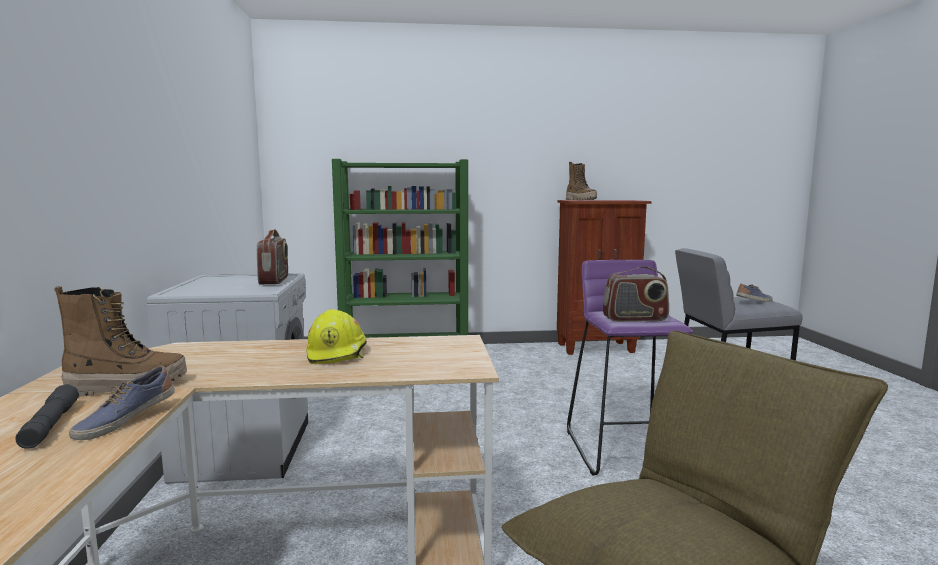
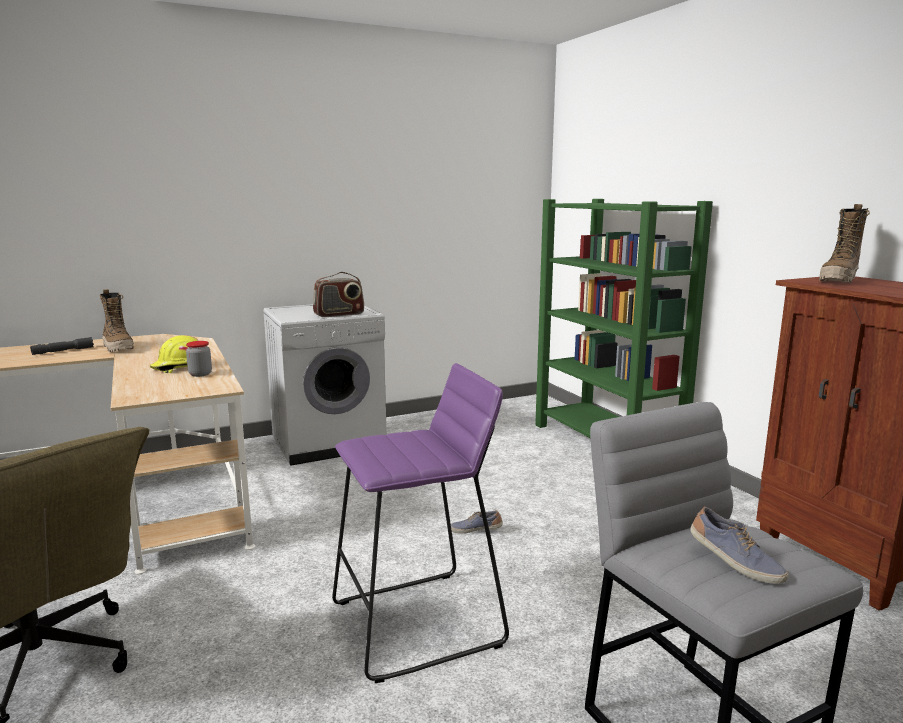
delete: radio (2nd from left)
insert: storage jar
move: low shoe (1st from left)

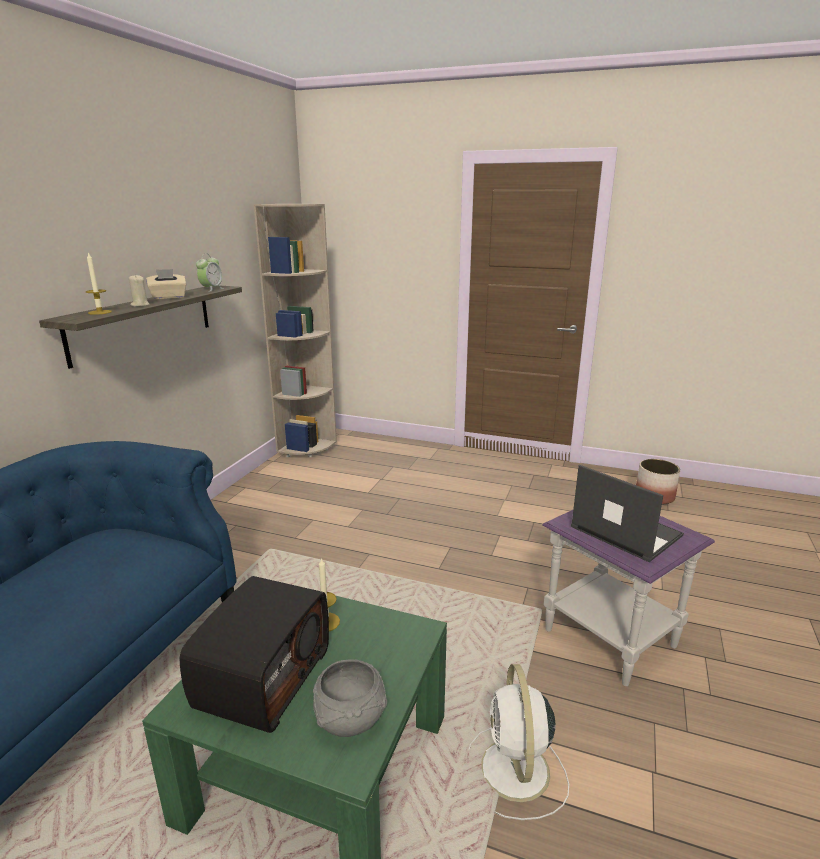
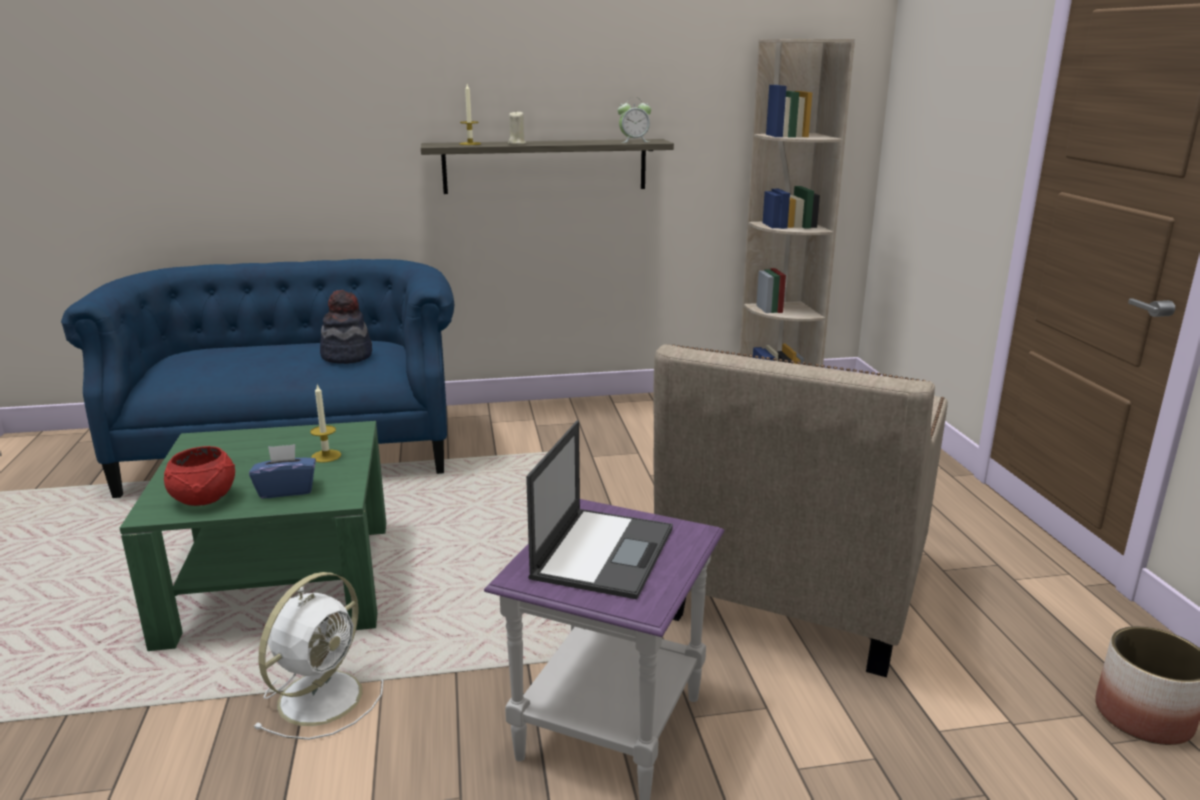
delete: sand-coloured tissue holder; radio
insert: bluish tissue holder; hat; sand-coloured lounge chair
recolor: gray deep dish to red-coloured deep dish
rotate: white electric fan 150 degrees clockwise

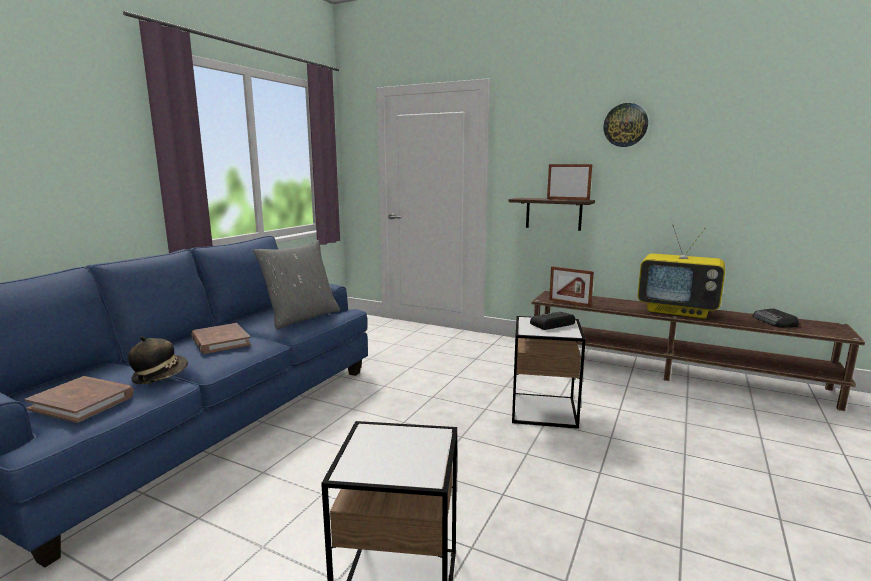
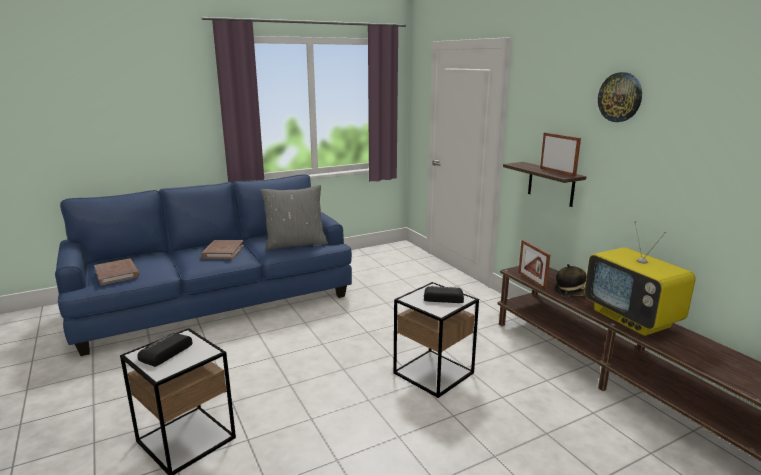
move: hat; radio (2nd from left in the first image) to radio (1st from left)

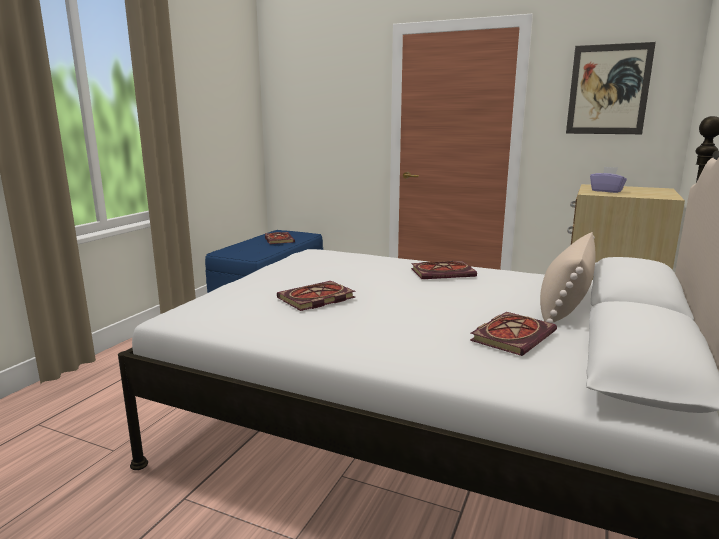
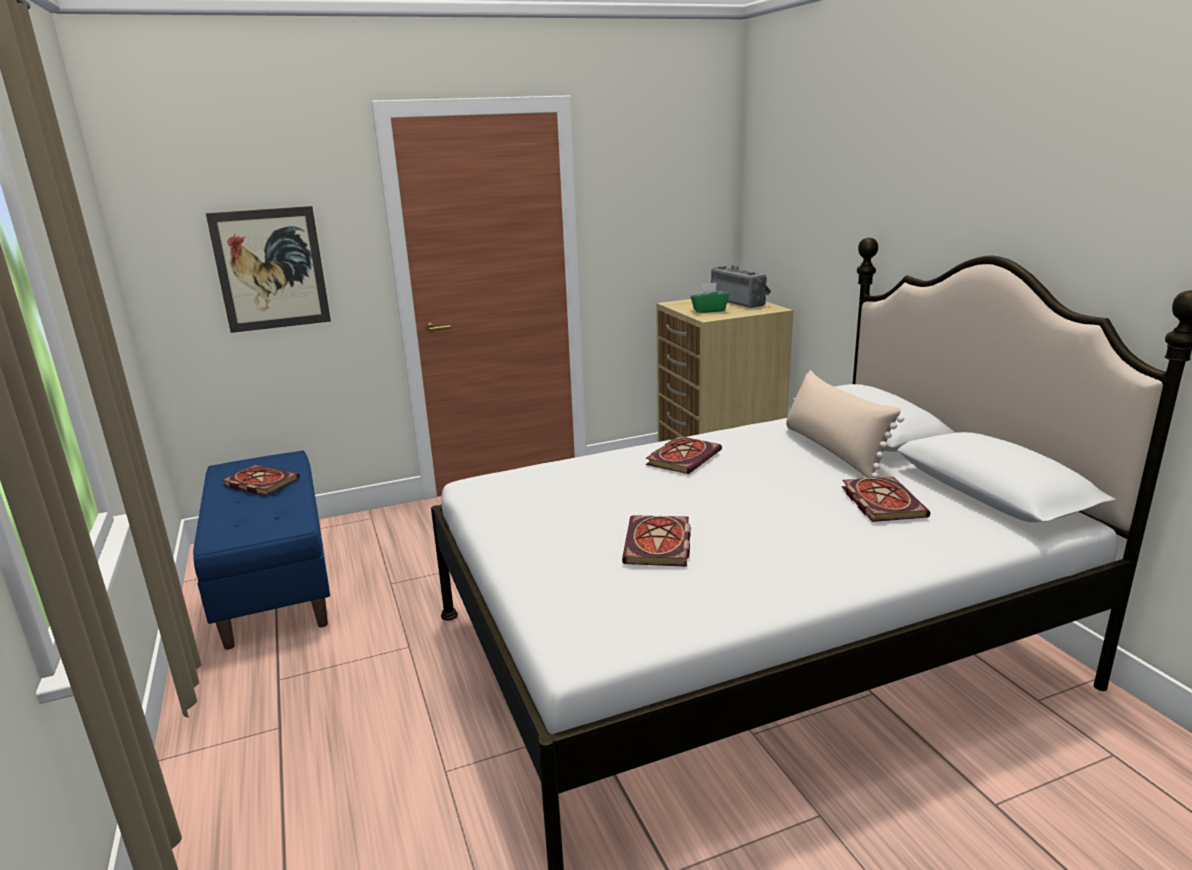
insert: radio
move: wall picture
recolor: purple-coloured tissue holder to green-coloured tissue holder

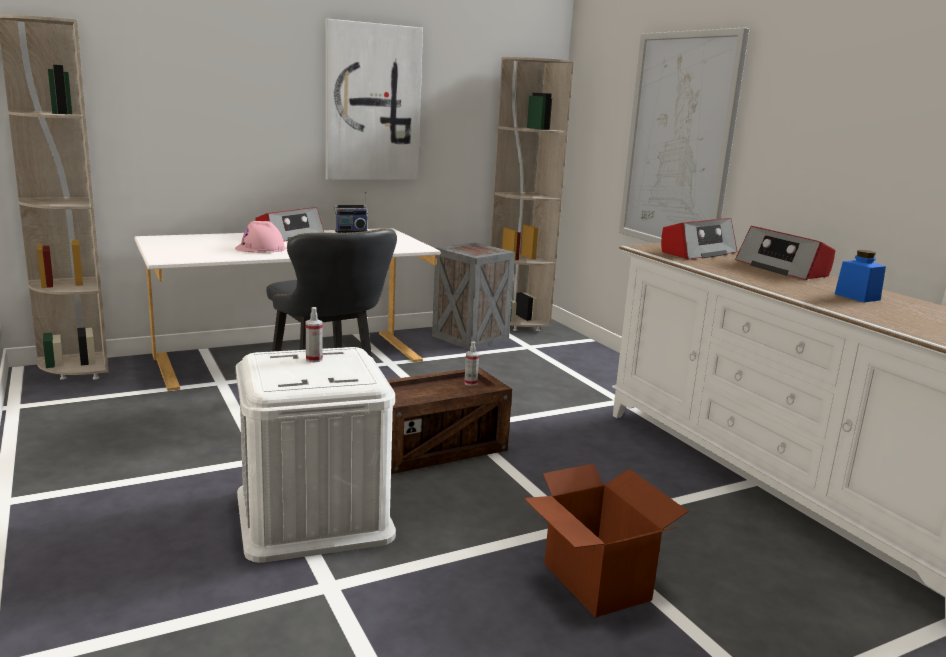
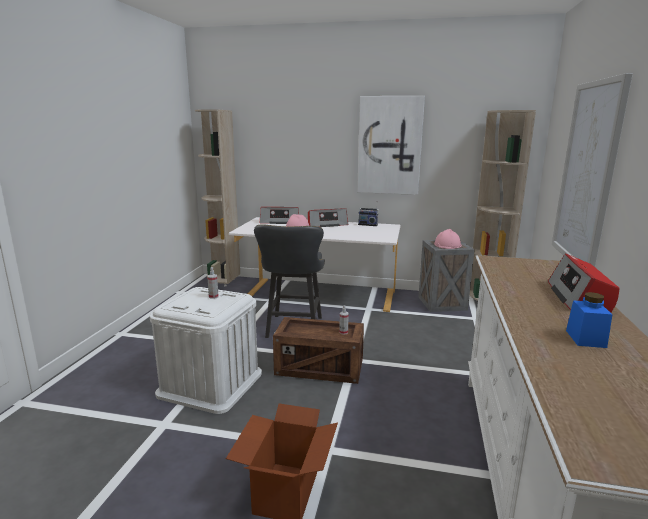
insert: pink-coloured safety helmet (2nd from left)
move: radio (3rd from left in the first image) to radio (1st from left)

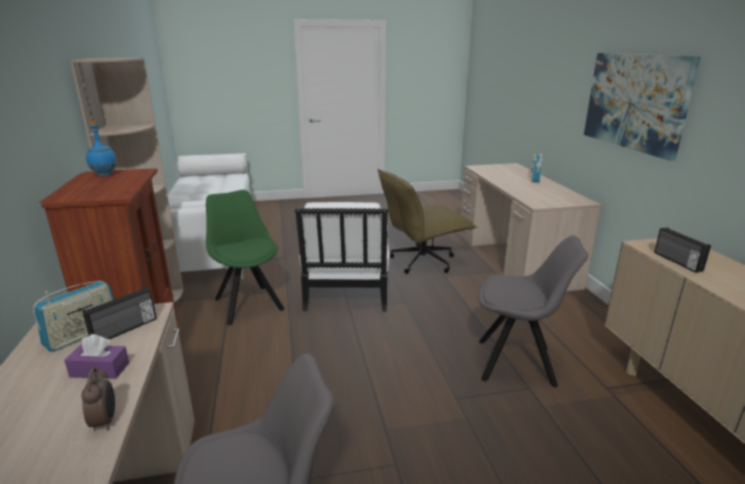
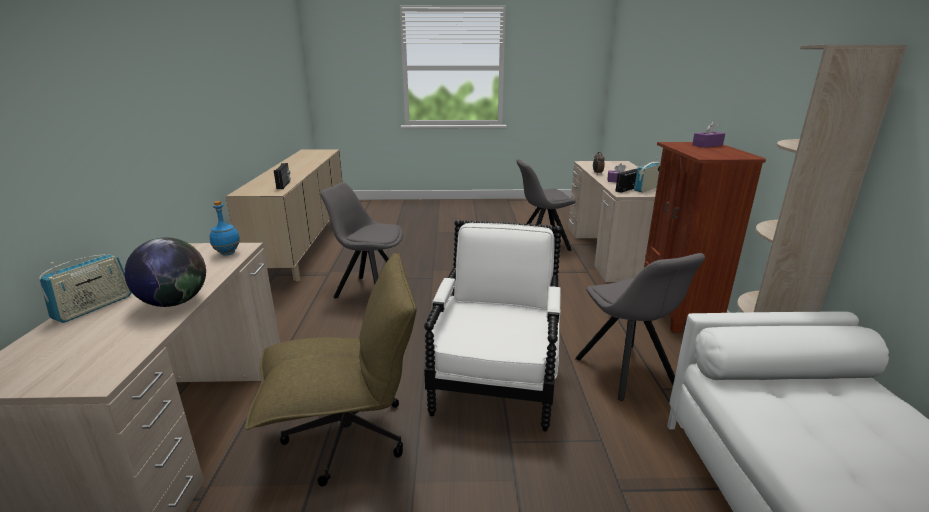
delete: wall picture
insert: globe; purple-coloured tissue holder (2nd from left)
move: bluish drink bottle
recolor: green-coloured plain chair to gray plain chair (3rd from left)

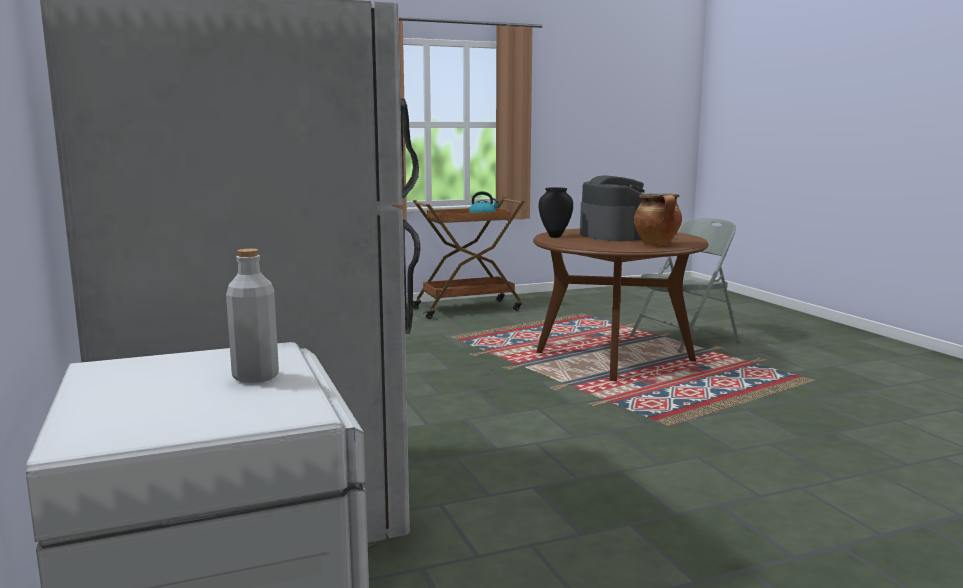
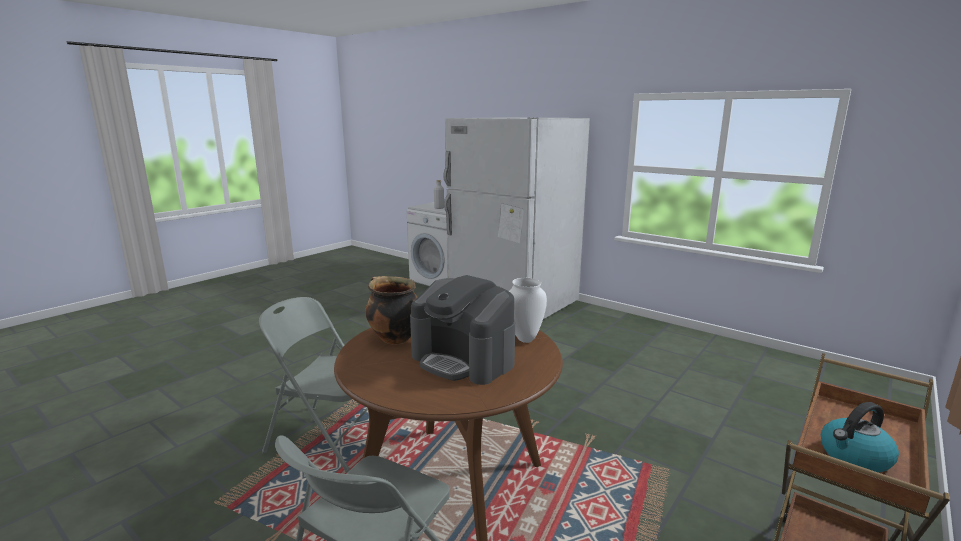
insert: gray plain chair (1st from left)
recolor: black-coloured vase to white vase

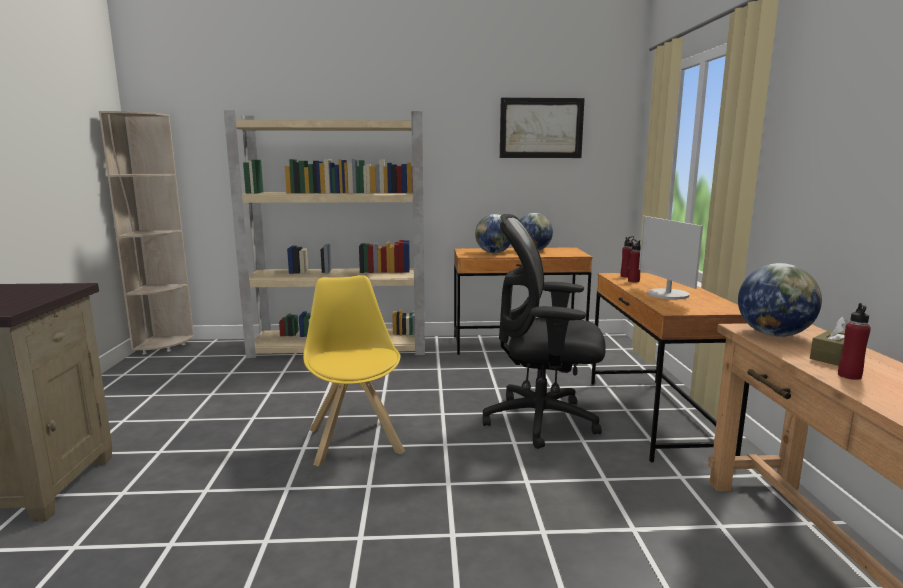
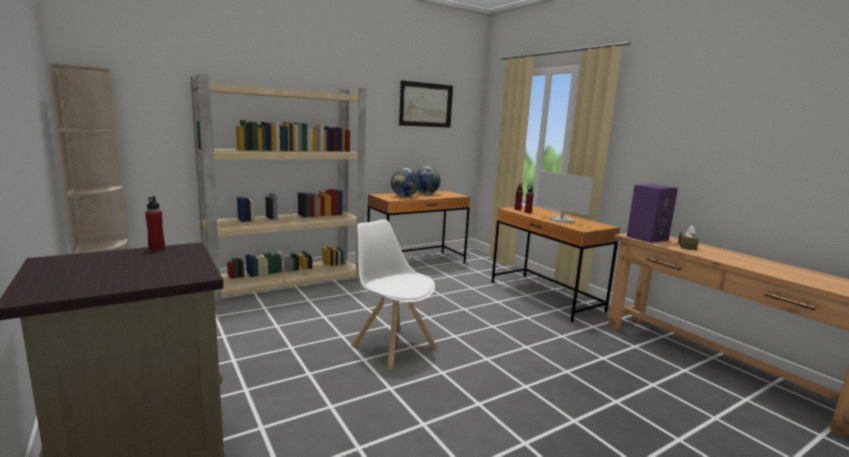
delete: black-coloured desk chair
move: red-coloured drink bottle (3rd from left in the first image) to red-coloured drink bottle (1st from left)
replace: globe (3rd from left) to purple-coloured speaker
recolor: yellow plain chair to white plain chair

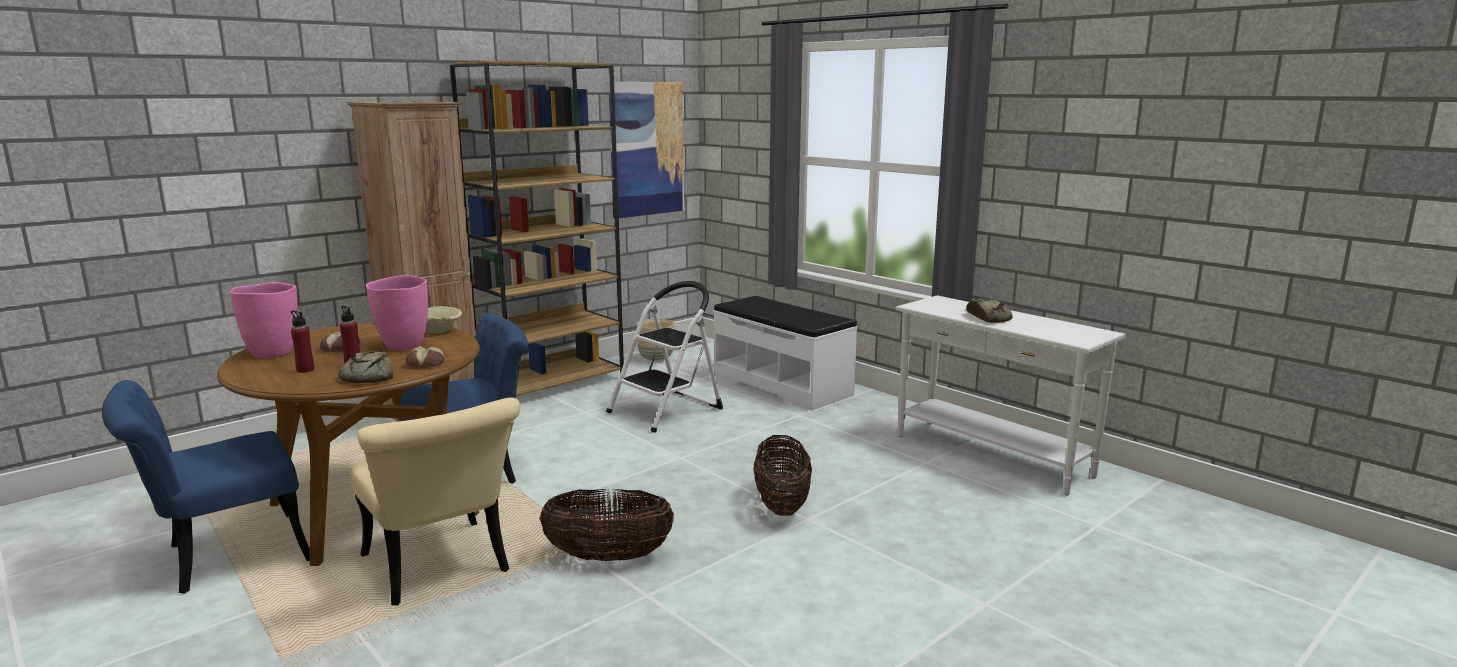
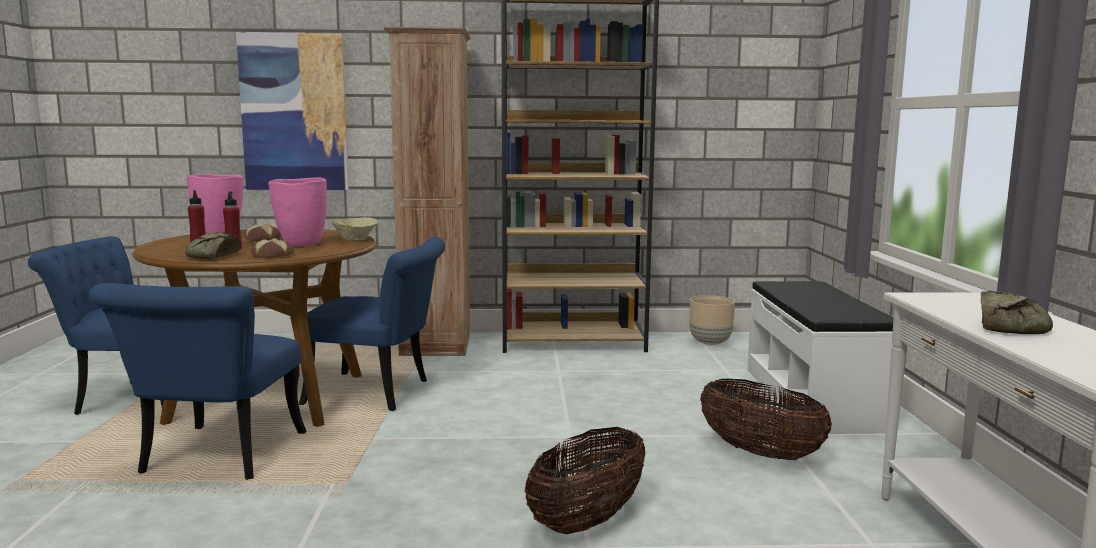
delete: step stool
move: household basket (1st from left in the first image) to household basket (2nd from left); wall picture
recolor: sand-coloured plain chair to bluish plain chair (2nd from left)

